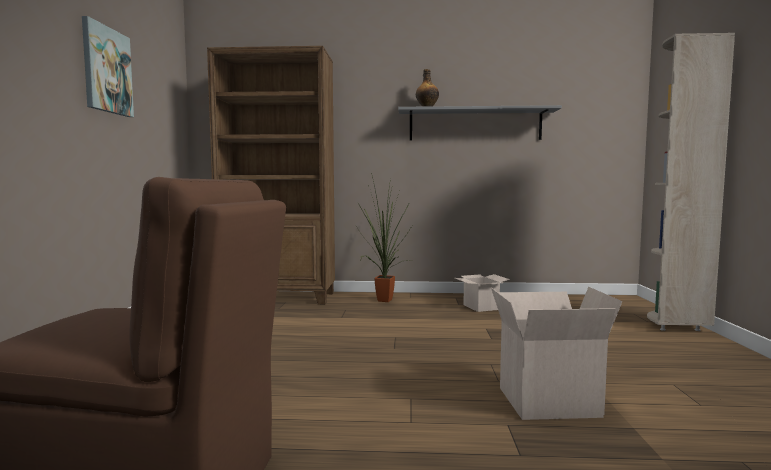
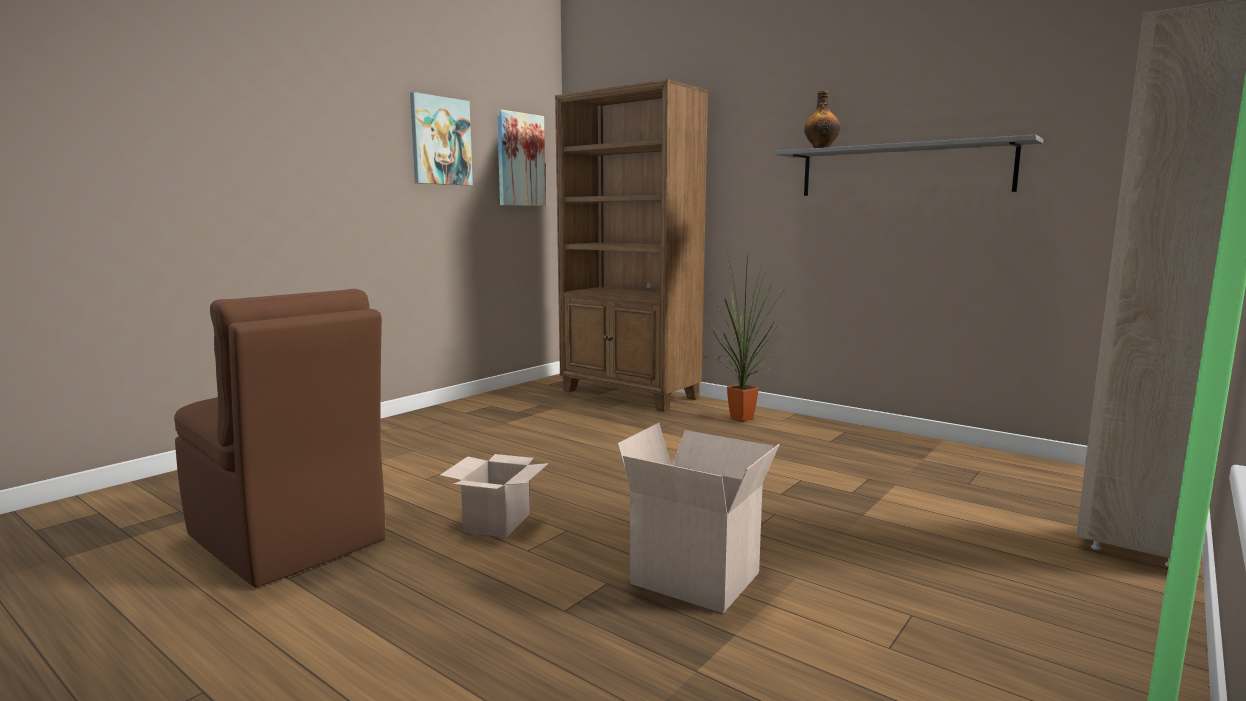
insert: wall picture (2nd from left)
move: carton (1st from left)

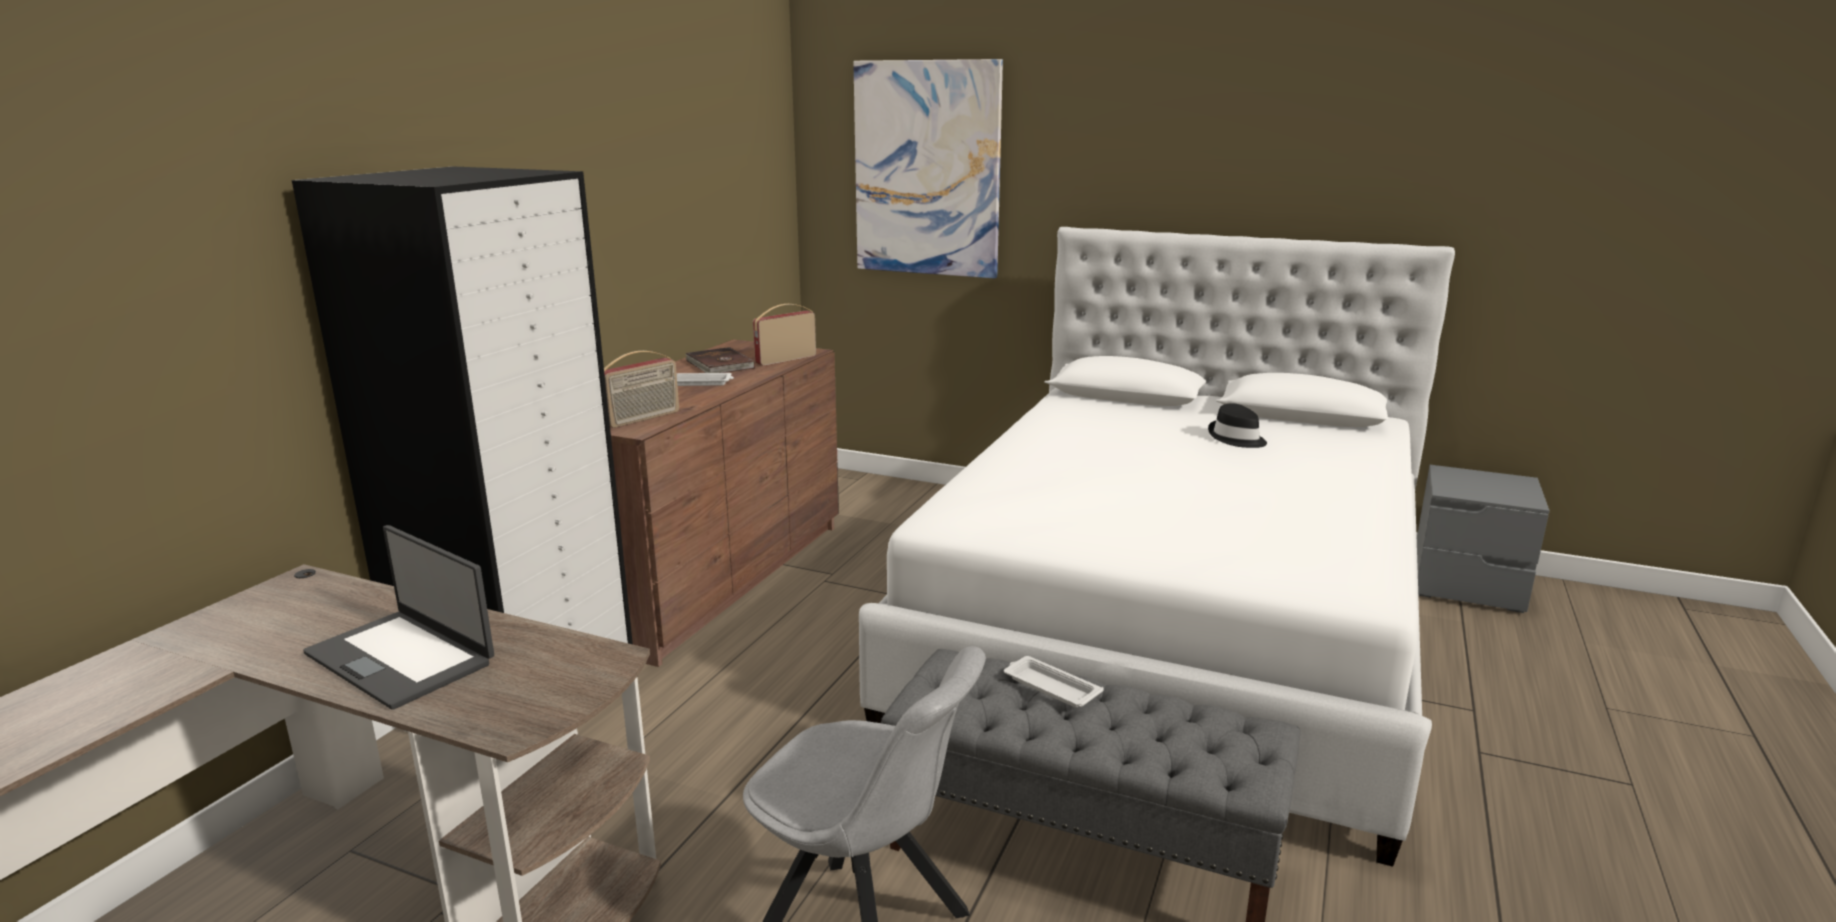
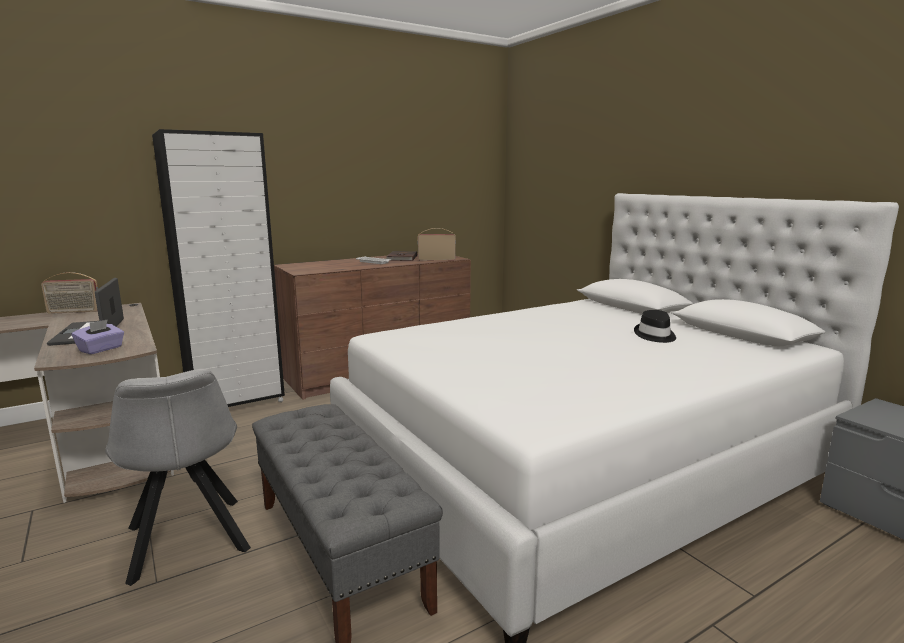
delete: wall picture; white carrying tray (2nd from left)
insert: purple-coloured tissue holder
move: radio (1st from left)

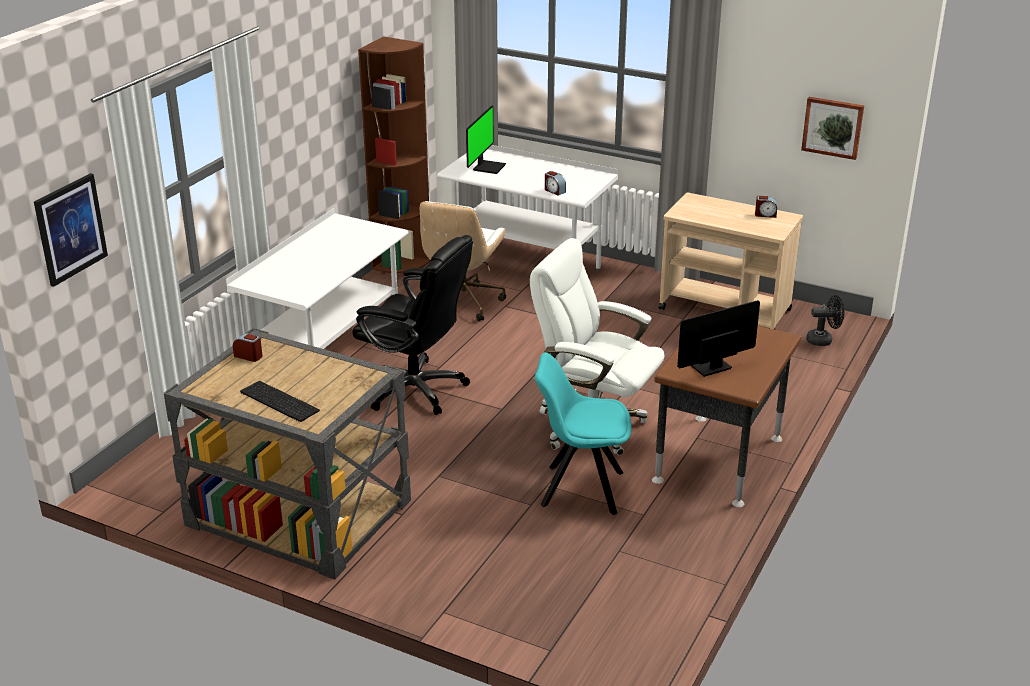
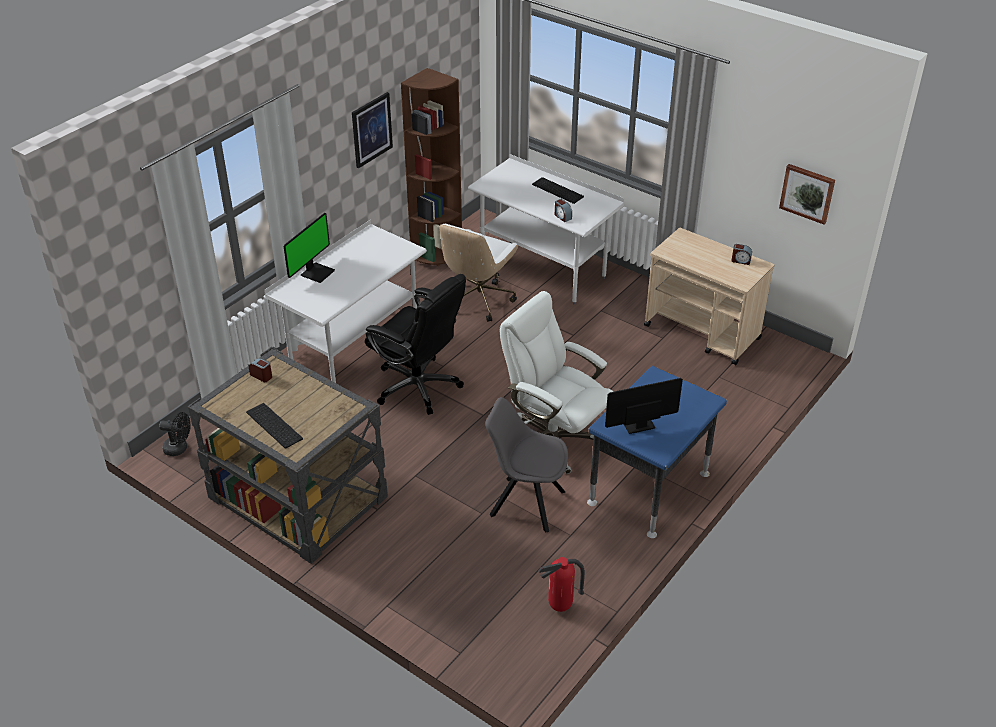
insert: PC keyboard (2nd from left); fire extinguisher
move: wall picture (1st from left); computer display (1st from left); black-coloured electric fan
recolor: turquoise plain chair to gray plain chair; brownish desk to bluish desk

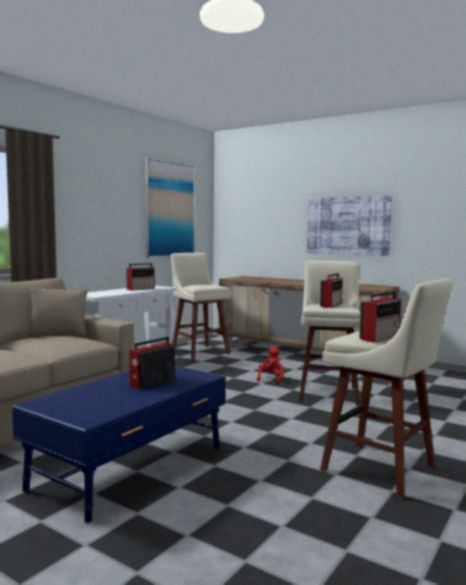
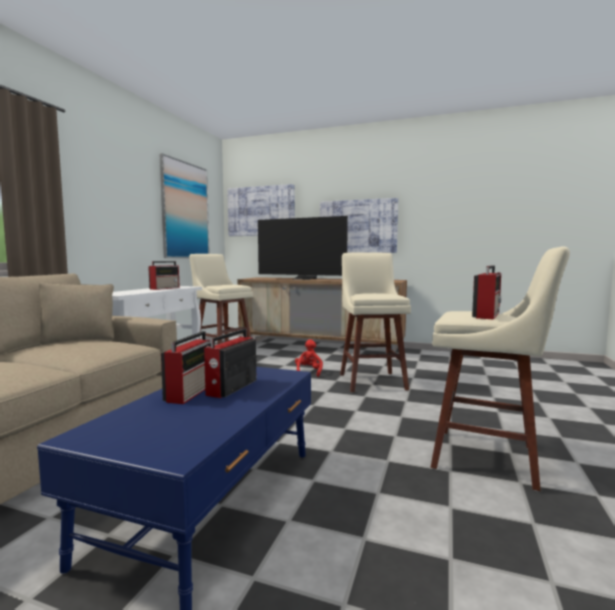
insert: wall picture (2nd from left); TV set
move: radio (3rd from left in the first image) to radio (2nd from left)

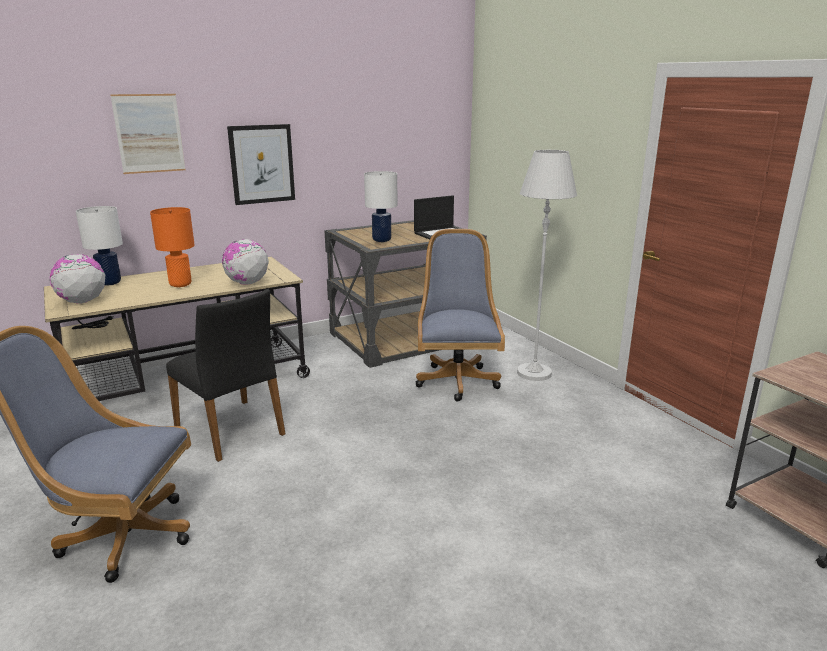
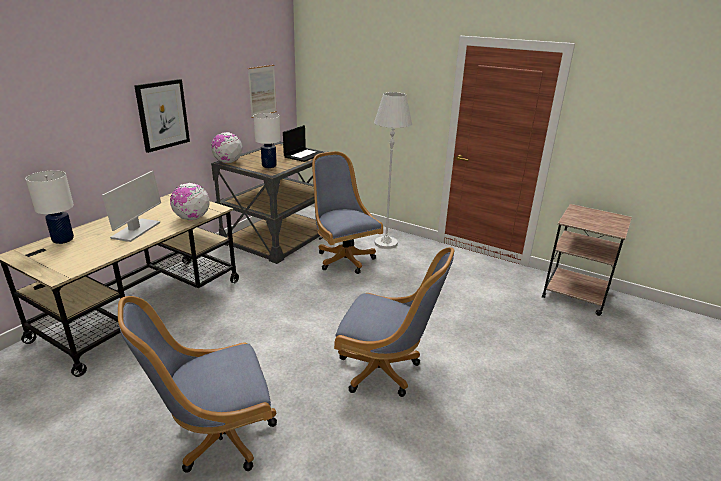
delete: black-coloured plain chair
insert: bluish desk chair (3rd from left)
move: globe (1st from left in the first image) to globe (2nd from left); wall picture (1st from left in the first image) to wall picture (2nd from left)
replace: orangey table lamp to computer display

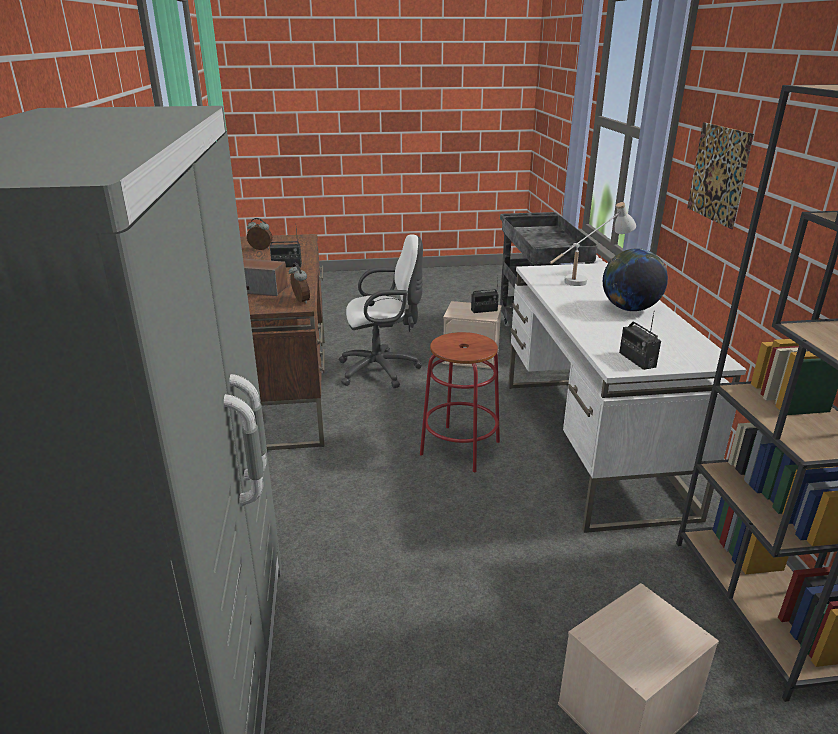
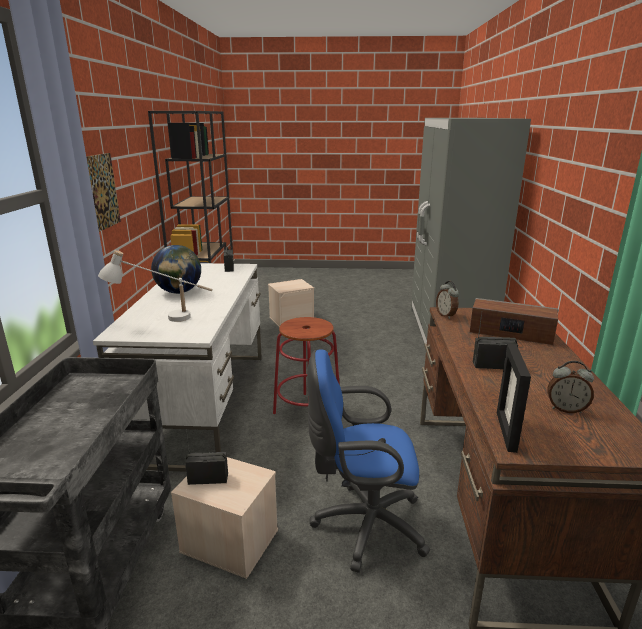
insert: picture frame
recolor: white desk chair to bluish desk chair

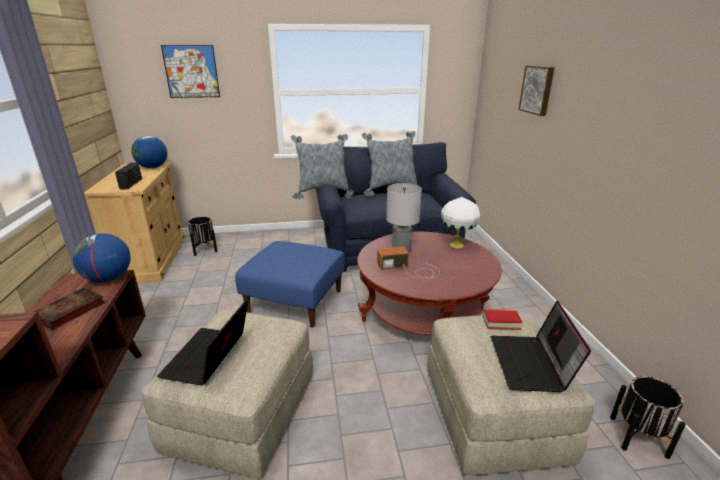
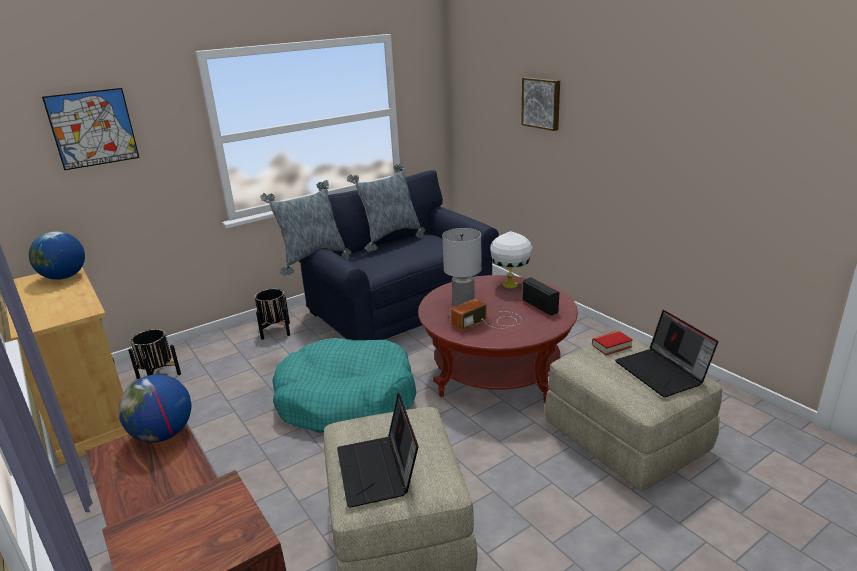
delete: book (1st from left)
move: radio (1st from left in the first image) to radio (2nd from left); black-coloured plant pot (2nd from left)
replace: bluish pouffe to turquoise dog bed

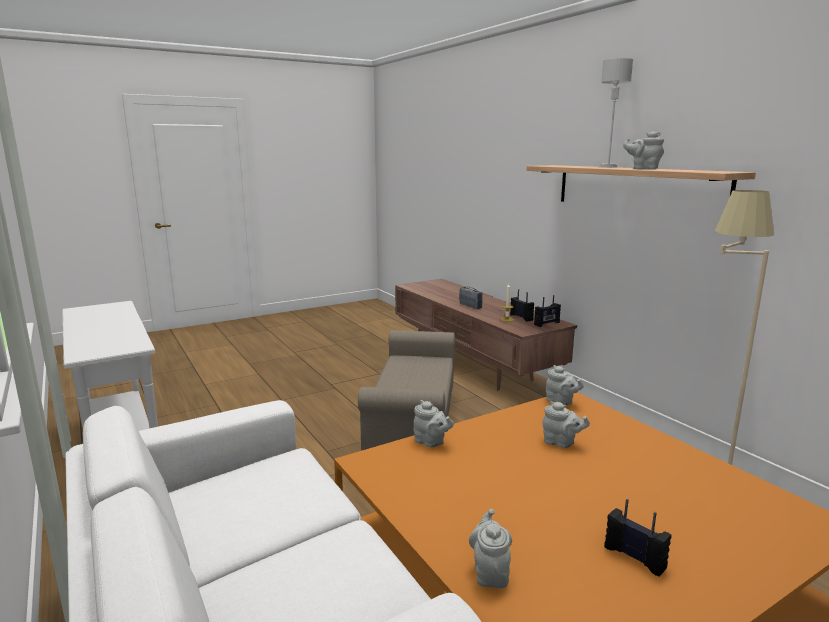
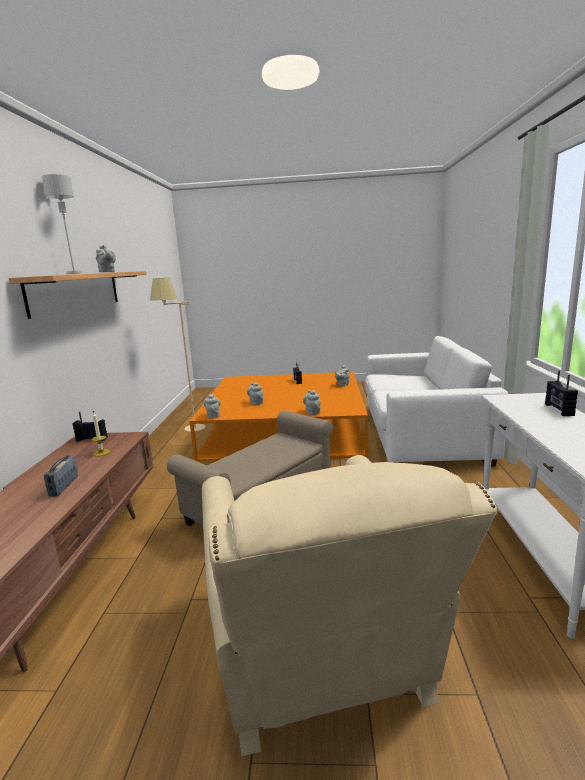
insert: sand-coloured lounge chair
move: radio (2nd from left in the first image) to radio (4th from left)

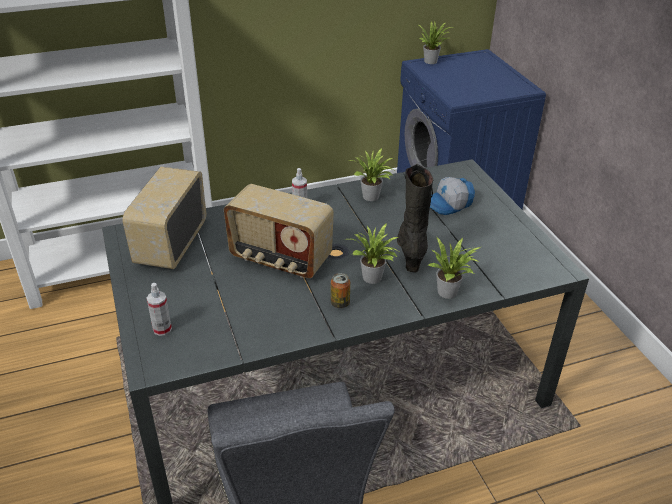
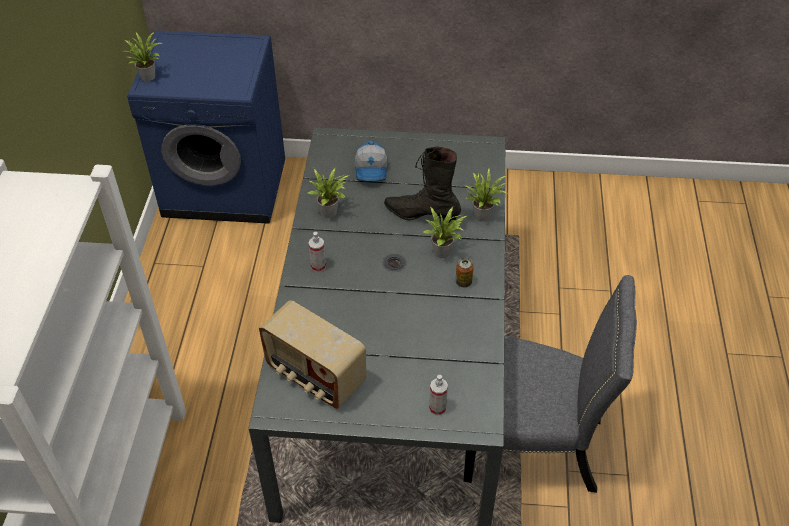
delete: radio (2nd from left)

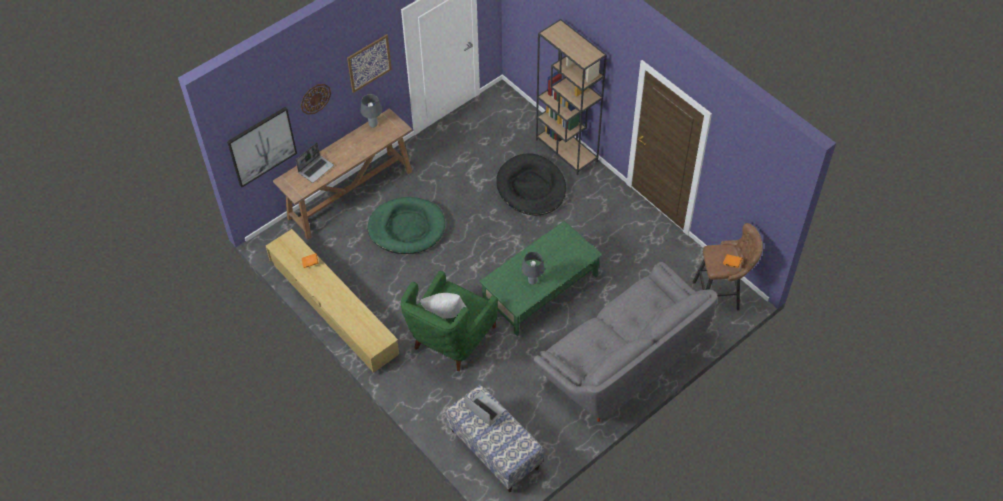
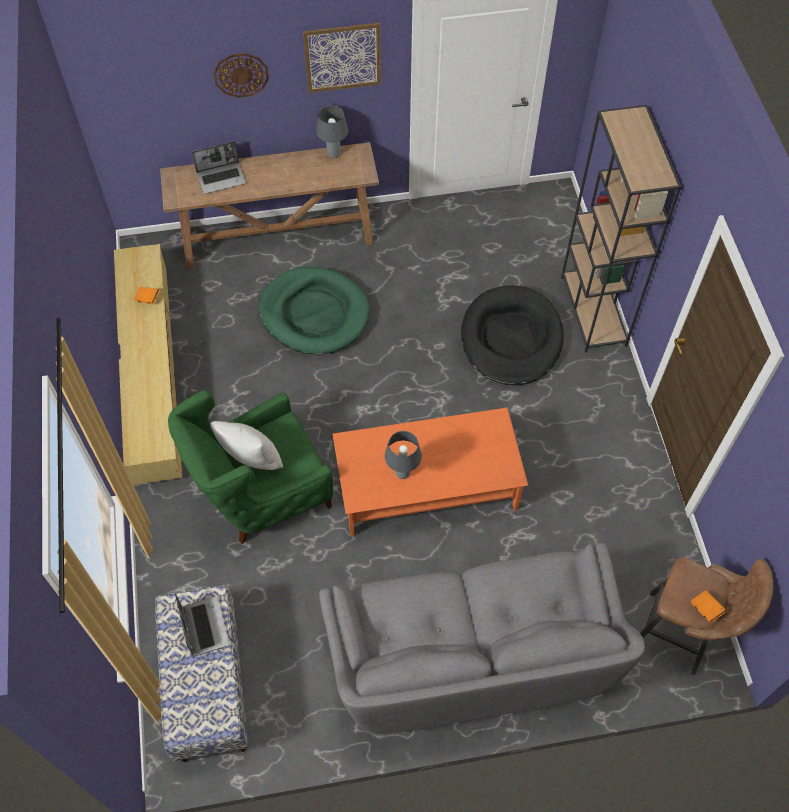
delete: wall picture (1st from left)
recolor: green-coloured low table to orangey low table

